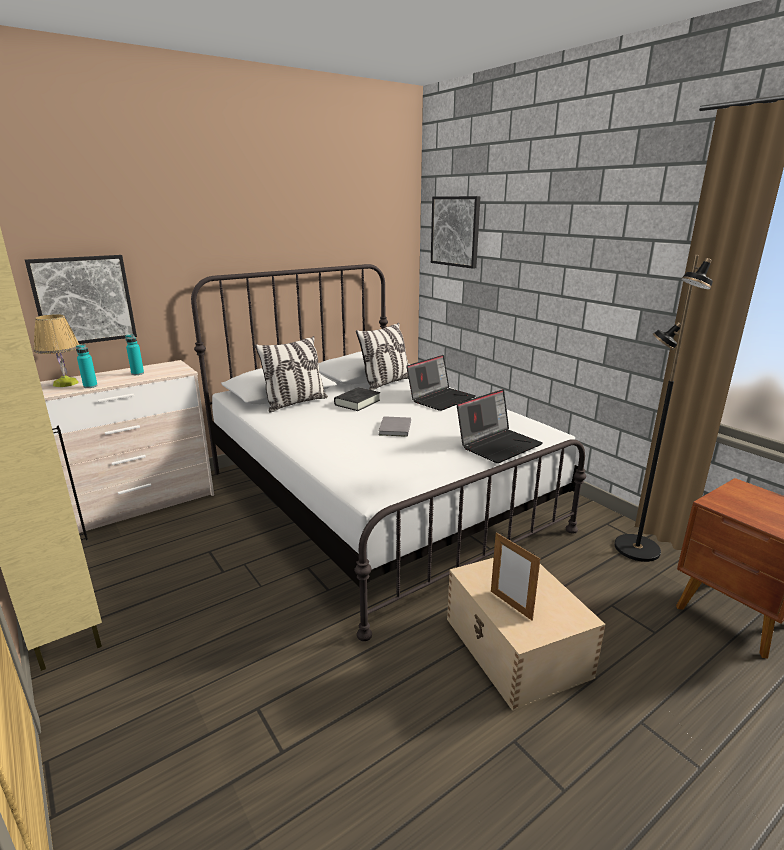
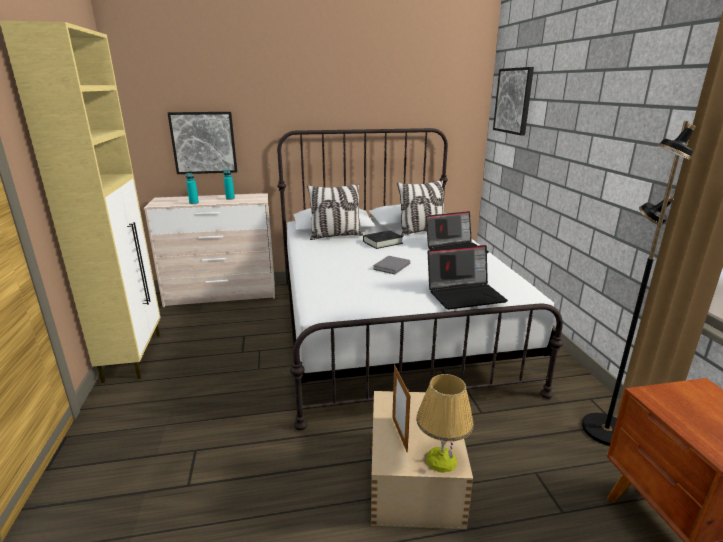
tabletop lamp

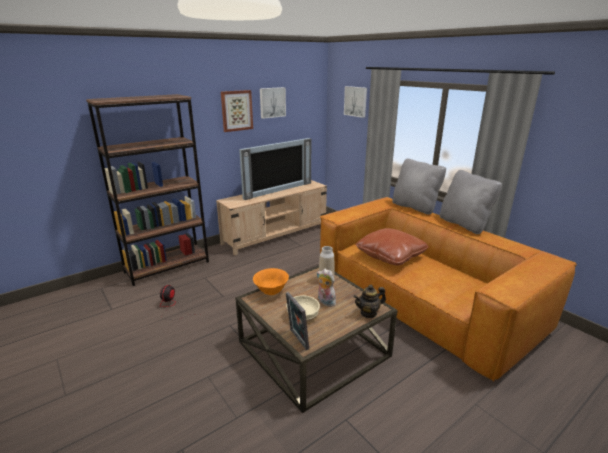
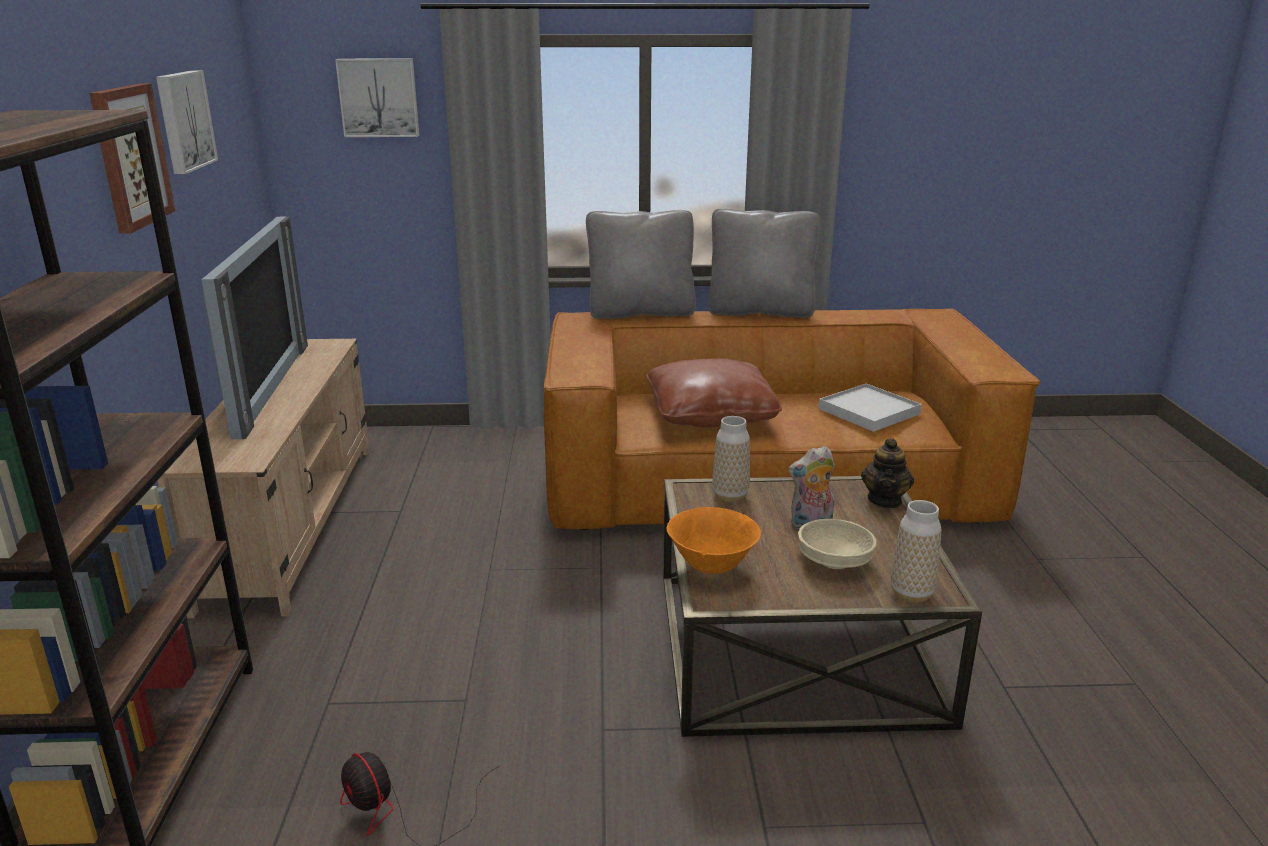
tray/white-coloured
flower vase (2nd from left)

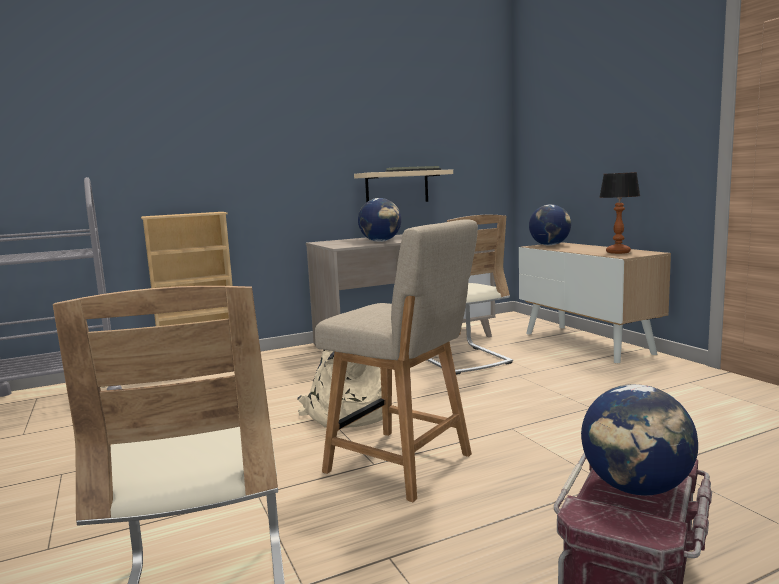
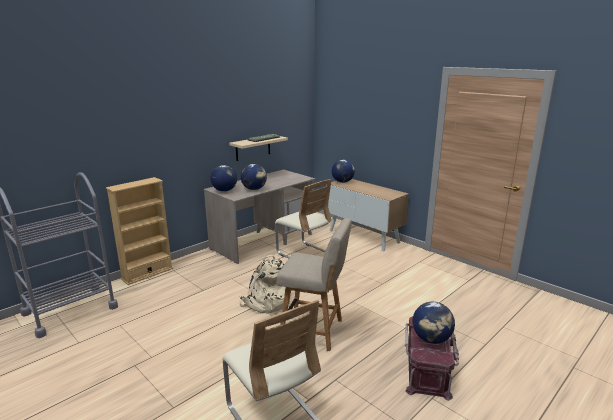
world globe (1st from left)
tabletop lamp

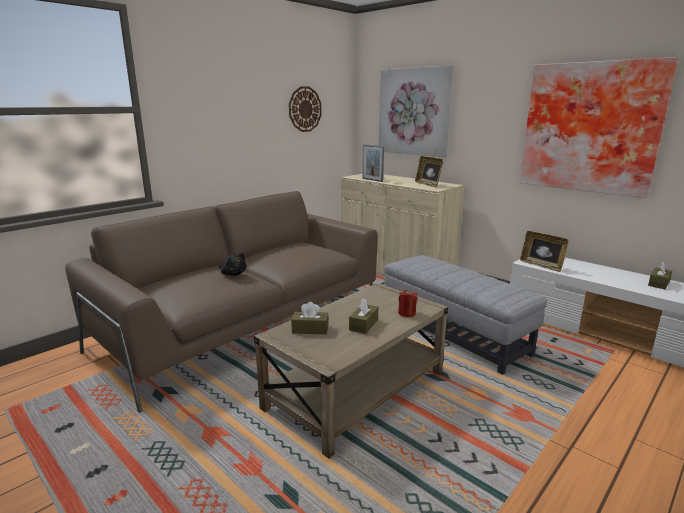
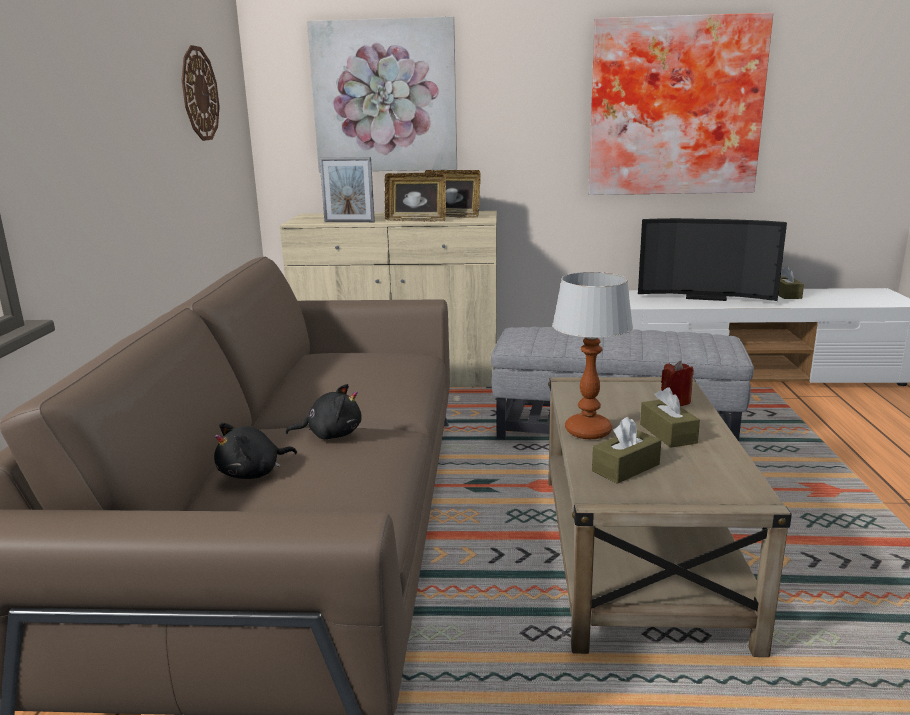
cuddly toy/black (1st from left)
standing frame (2nd from left)
tabletop lamp
television

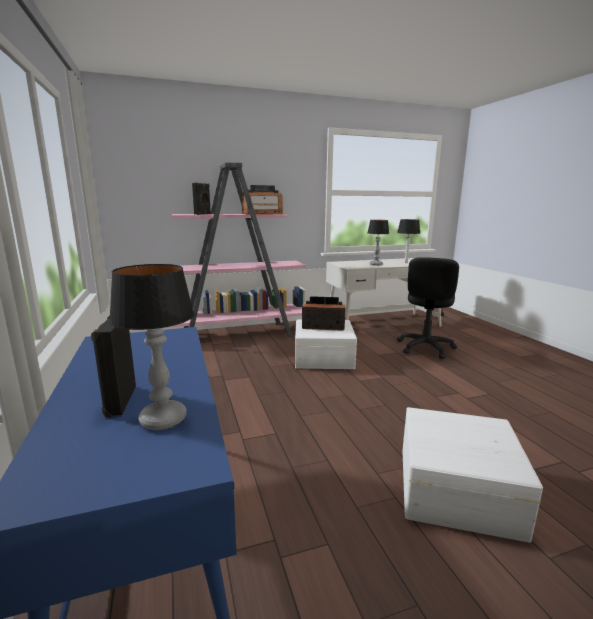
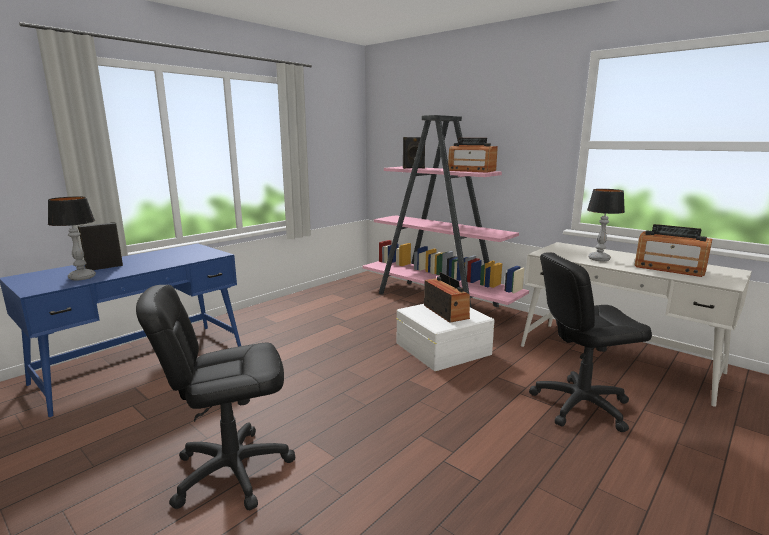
computer chair/black (1st from left)
radio set (3rd from left)

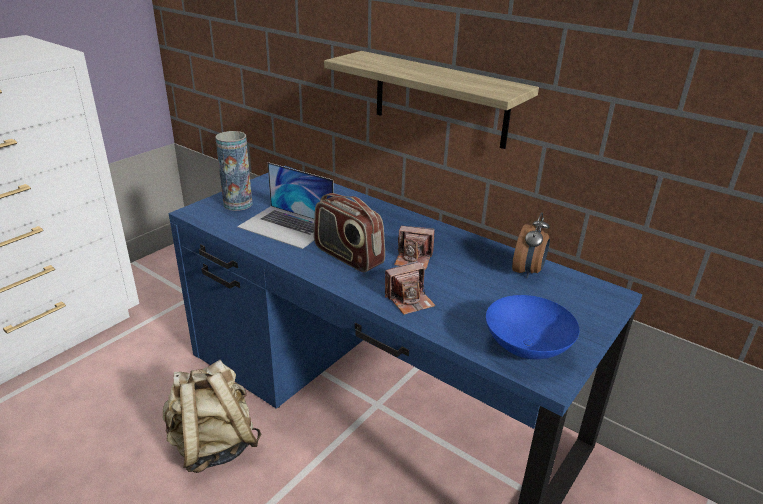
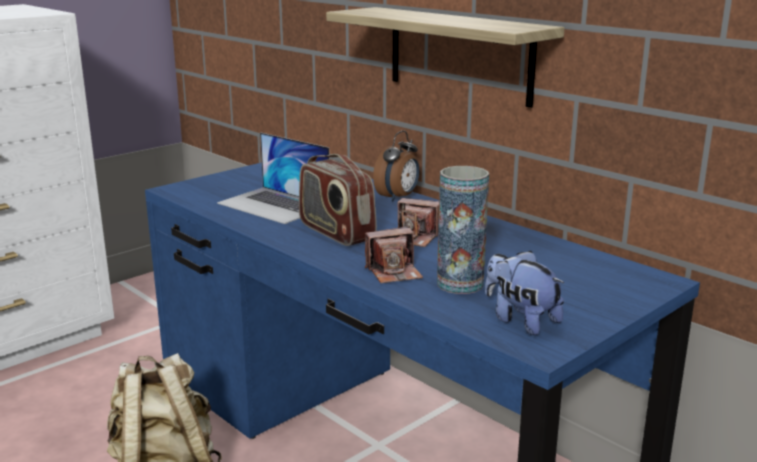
table clock
flower vase
cuddly toy

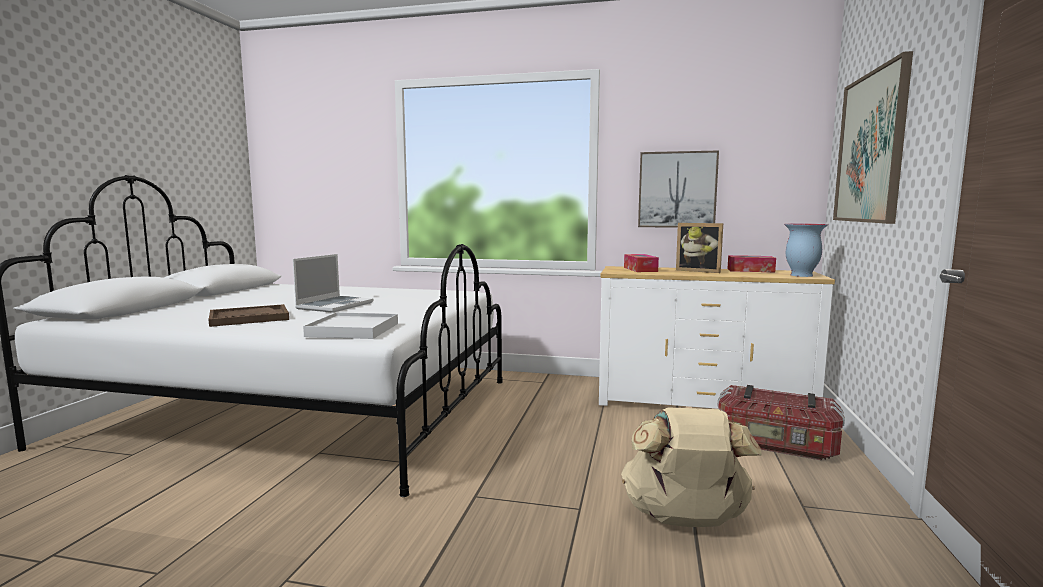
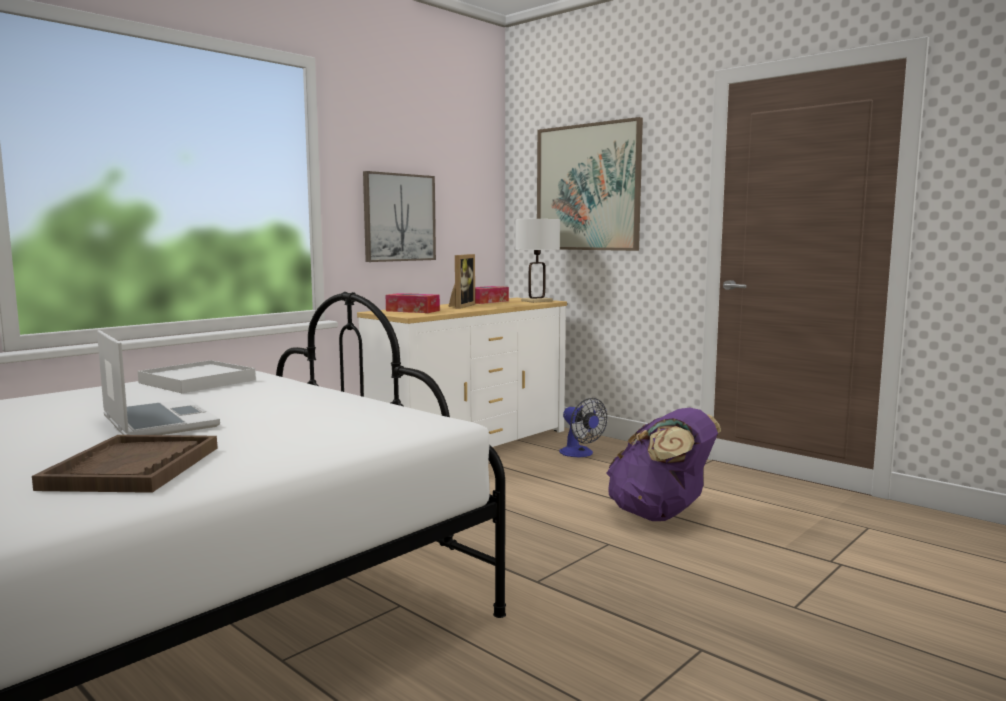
tray/white-coloured
standing frame
tabletop lamp/white-coloured
electric fan
rucksack/purplish

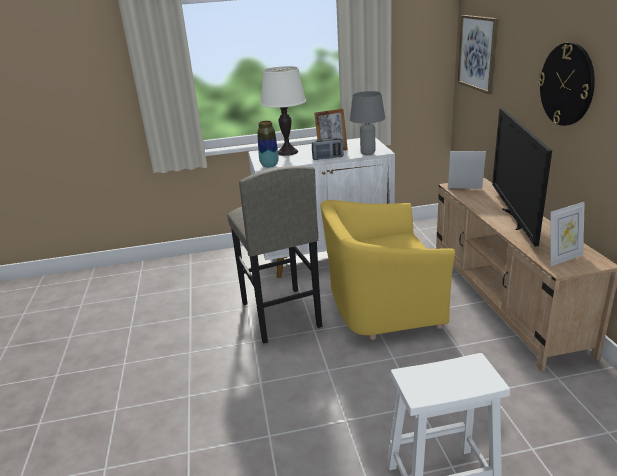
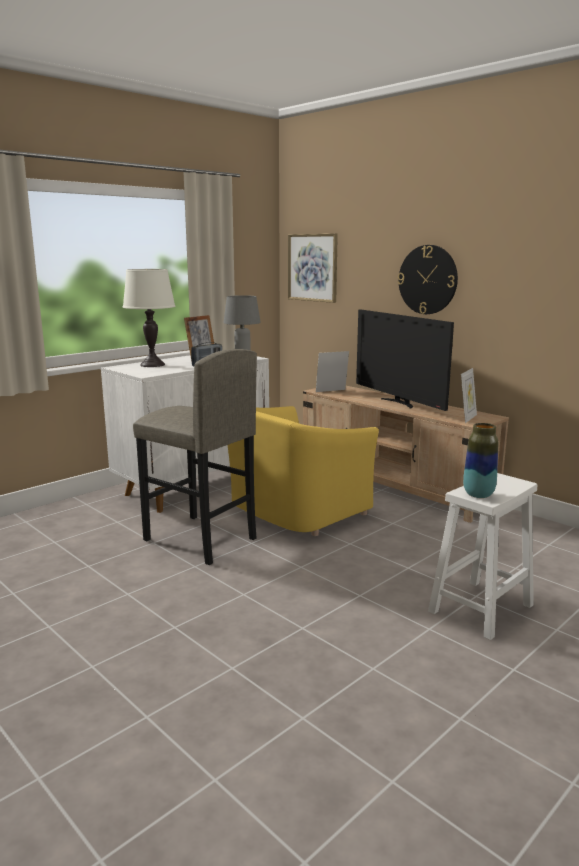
flower vase

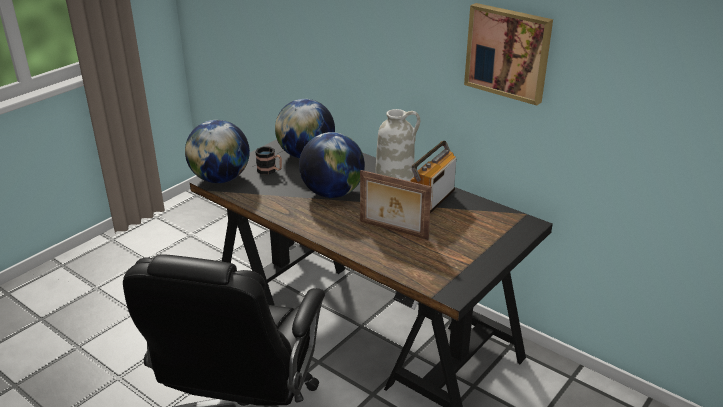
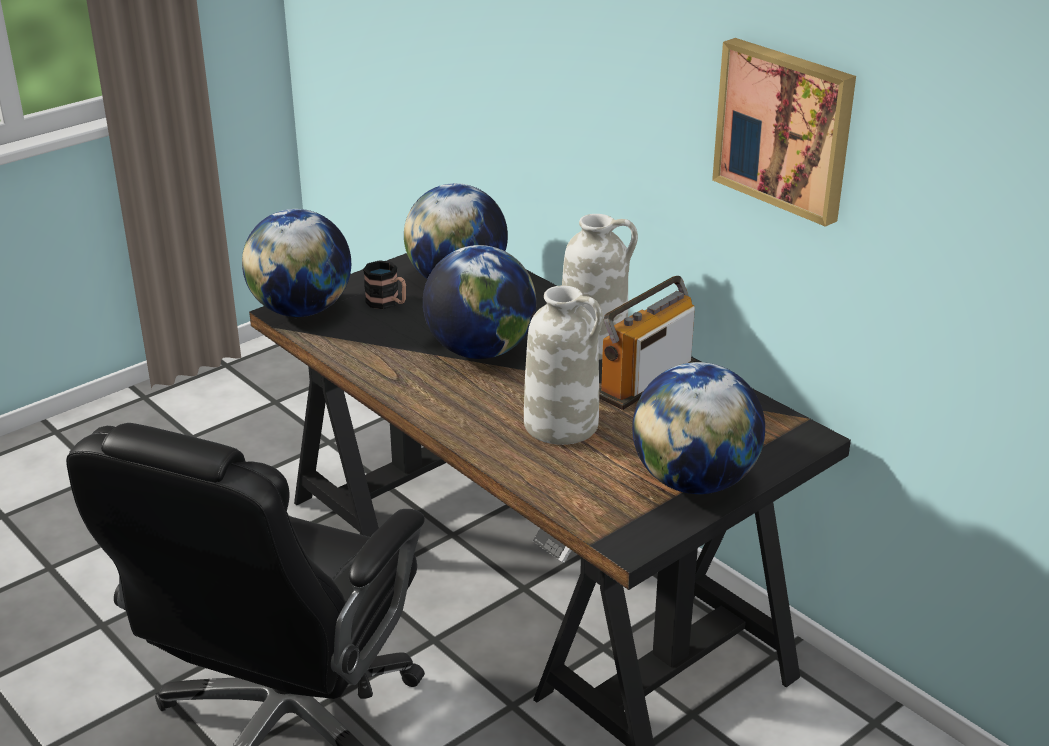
flower vase/white-coloured (1st from left)
world globe (4th from left)

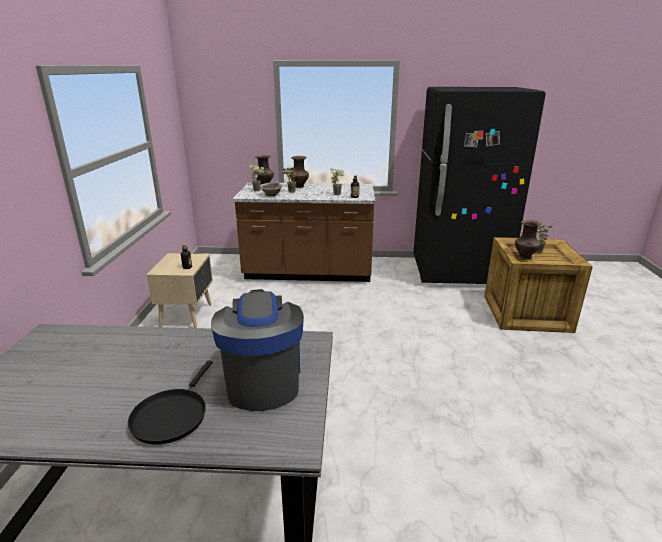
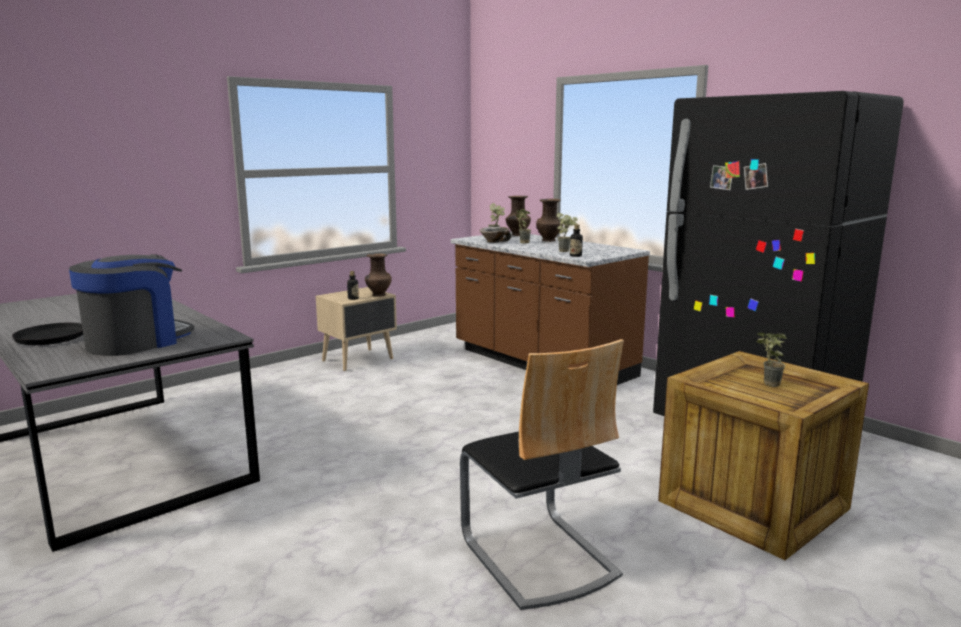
flower vase/brownish (1st from left)
chair

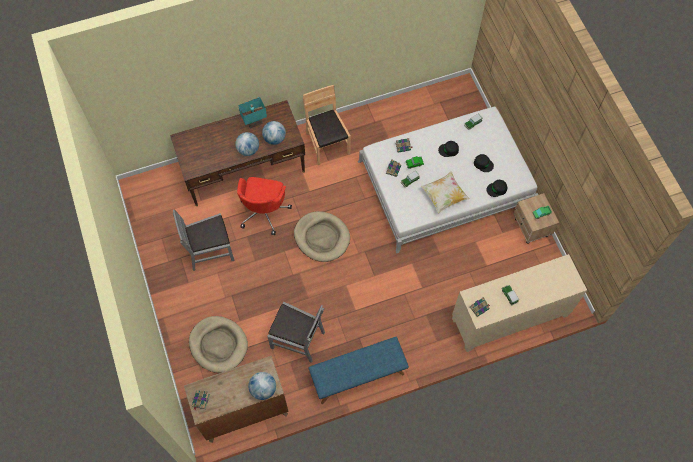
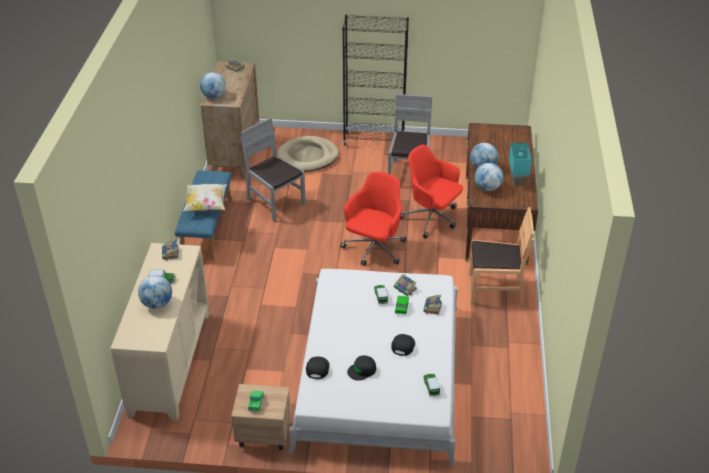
world globe (1st from left)
pillow
chair/gray (1st from left)
computer chair/reddish (1st from left)
shelving unit/black

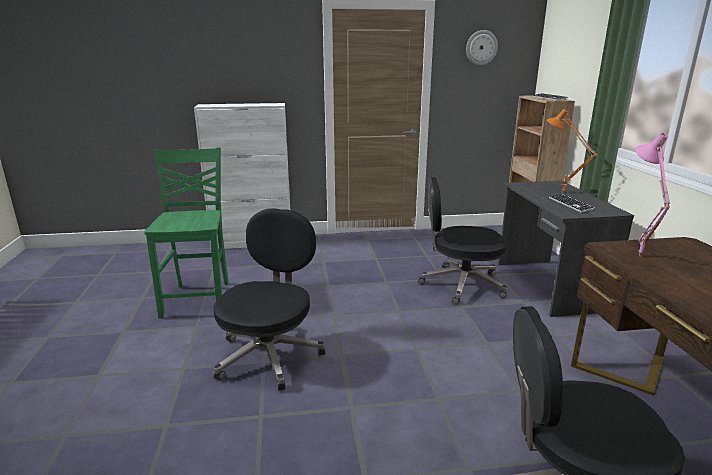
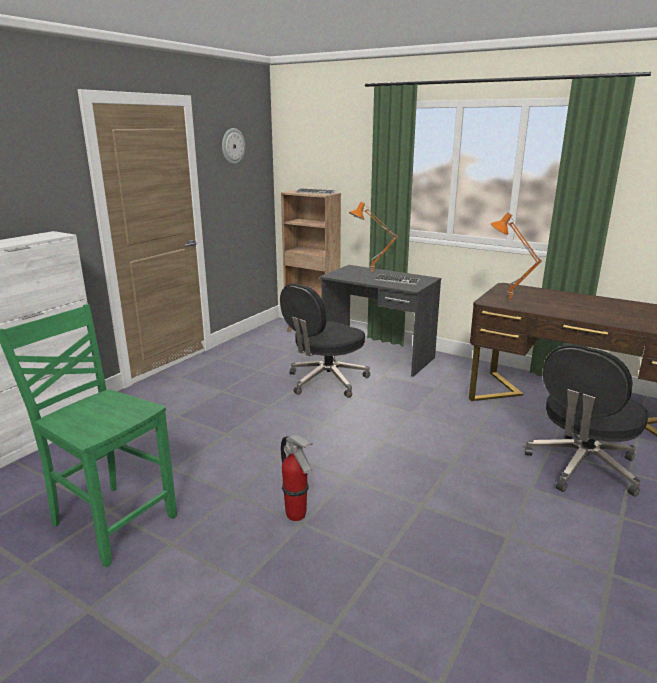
fire-fighting cylinder
tabletop lamp/orange (2nd from left)

